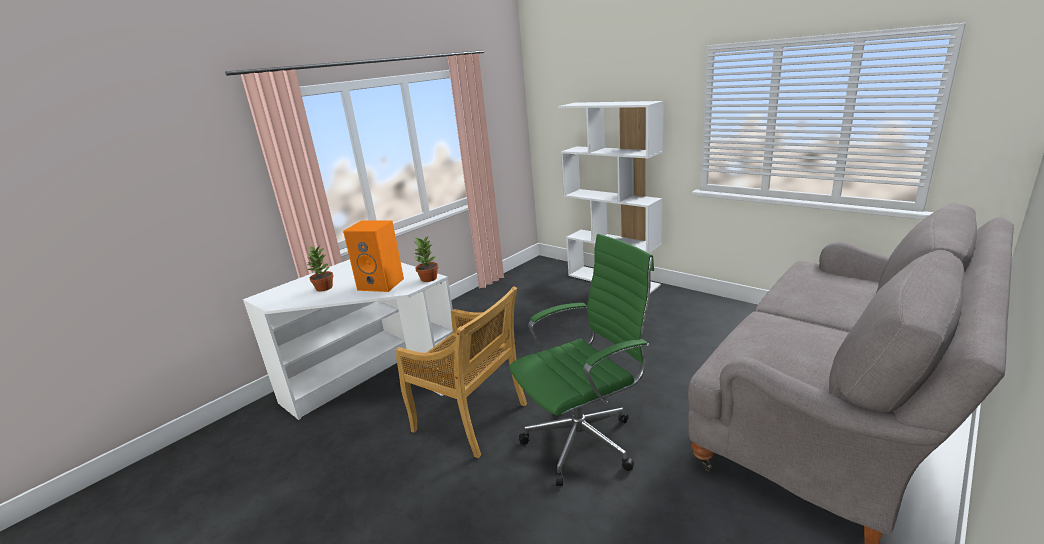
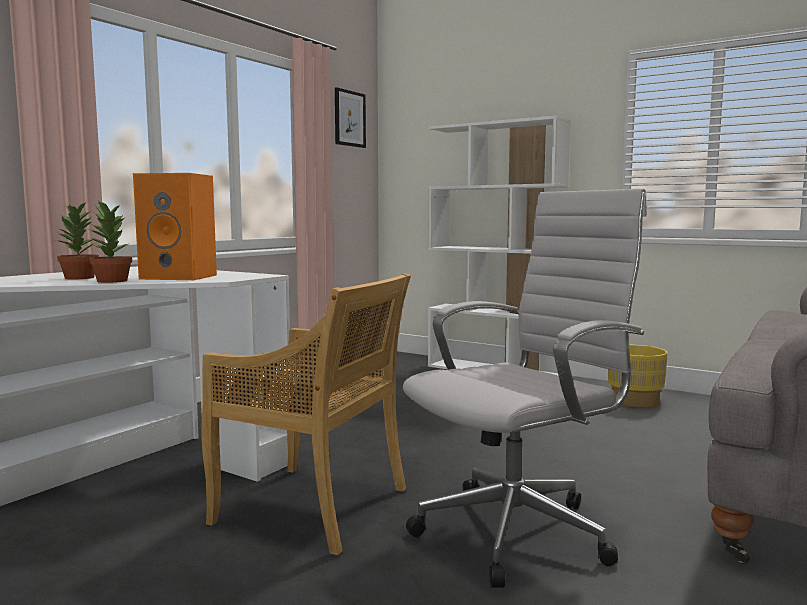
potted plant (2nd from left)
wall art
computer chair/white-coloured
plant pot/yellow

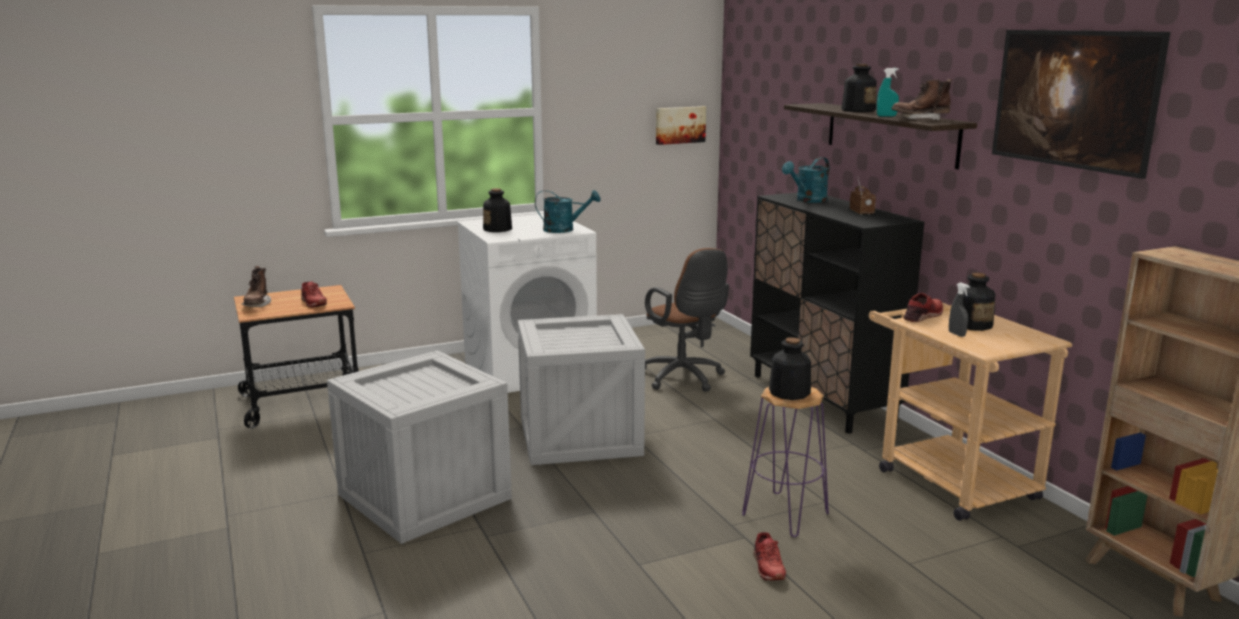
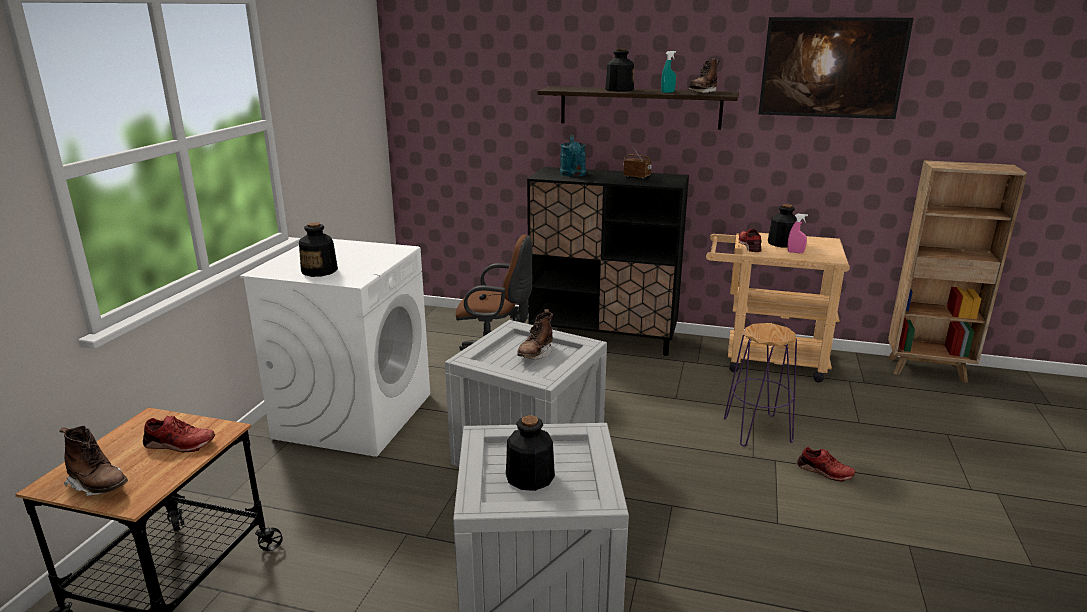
drink bottle (2nd from left)
tall boot/brownish (2nd from left)
sprayer/pinkish
sprinkling can/turquoise-coloured (1st from left in the first image)
wall art (1st from left in the first image)

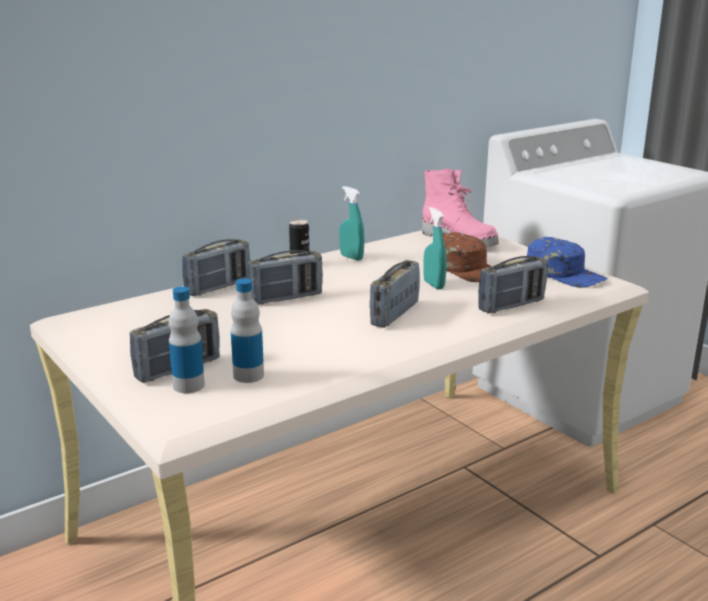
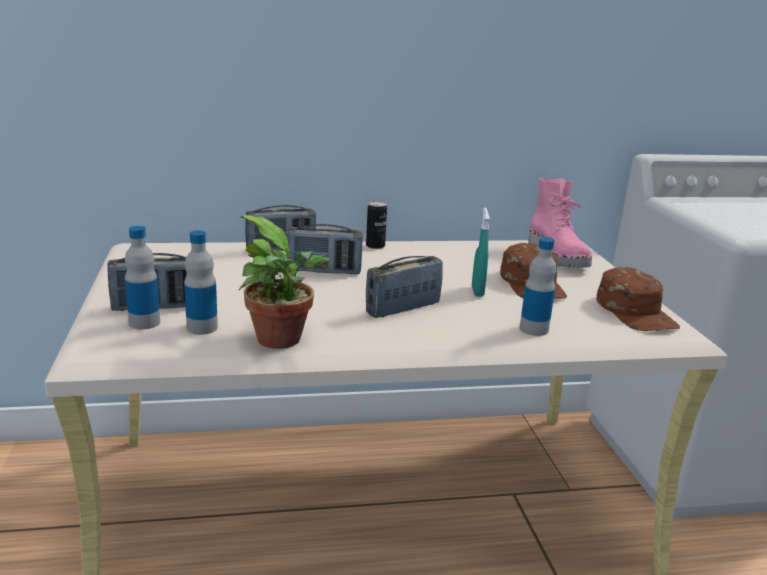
potted plant
drink bottle (3rd from left)
cap/brownish (2nd from left)
sprayer/turquoise-coloured (1st from left in the first image)

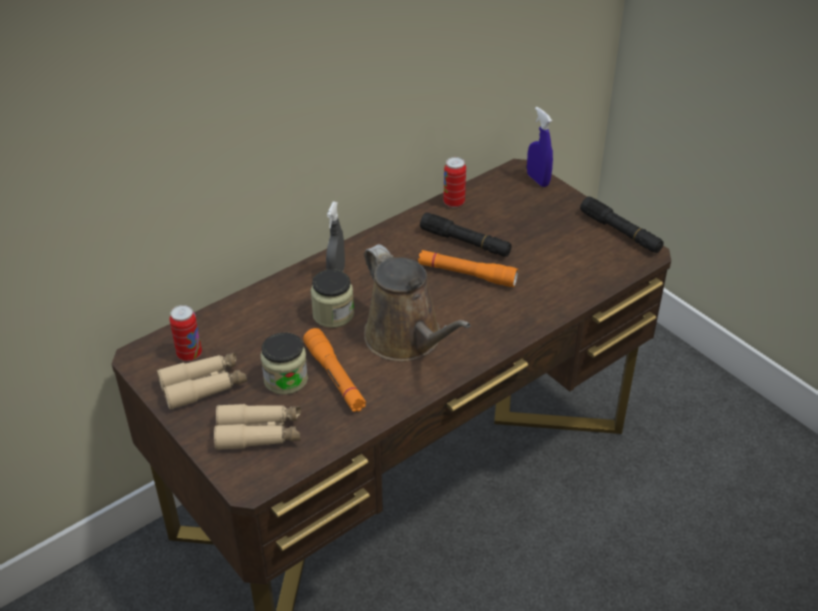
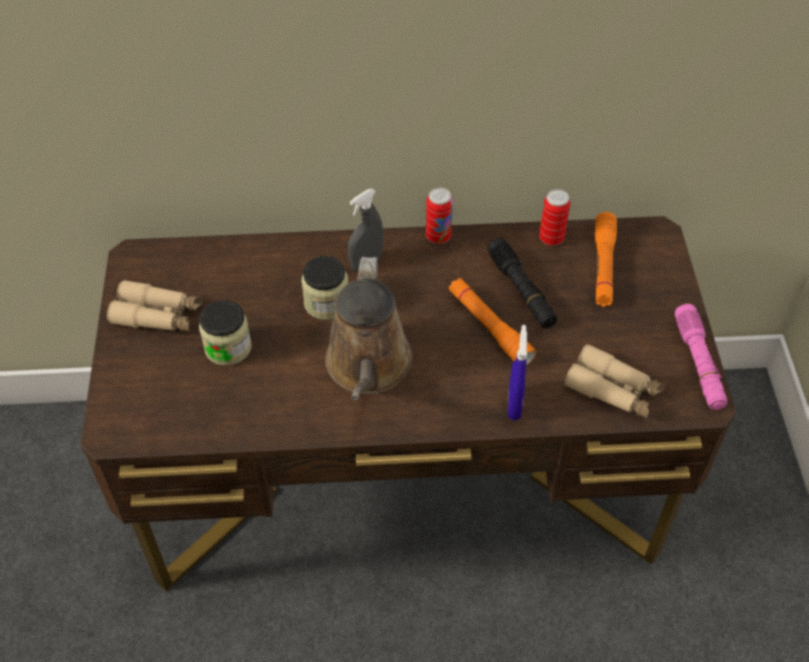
can (1st from left)
sprayer/bluish
binoculars/sand-coloured (2nd from left)
hand torch/orange (2nd from left)
hand torch/pinkish

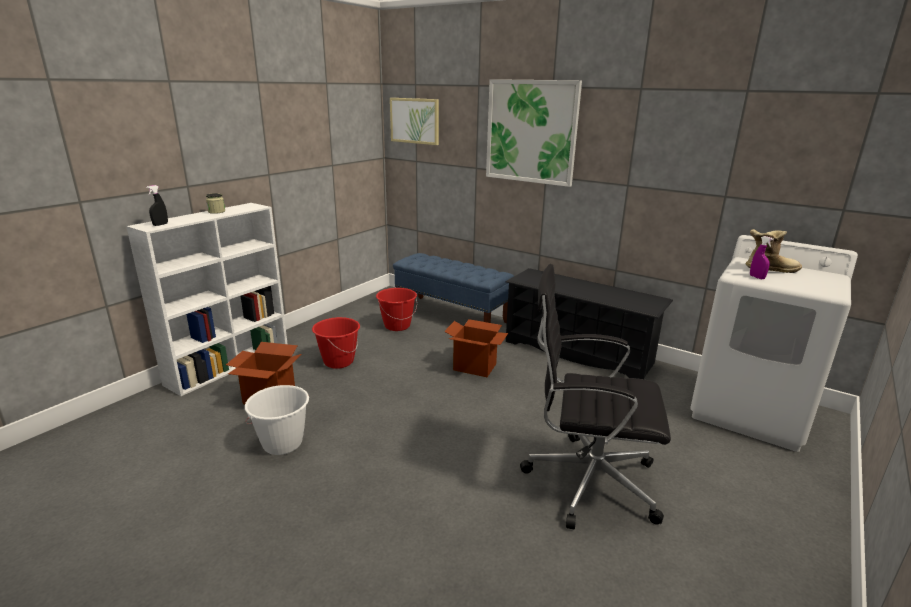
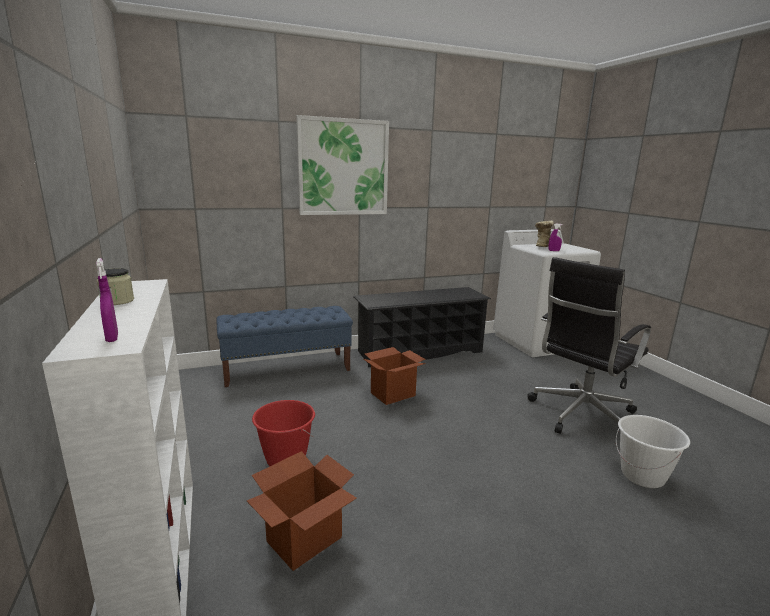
sprayer/purplish (1st from left)
water bucket/white-coloured
water bucket/reddish (2nd from left in the first image)
wall art (1st from left in the first image)

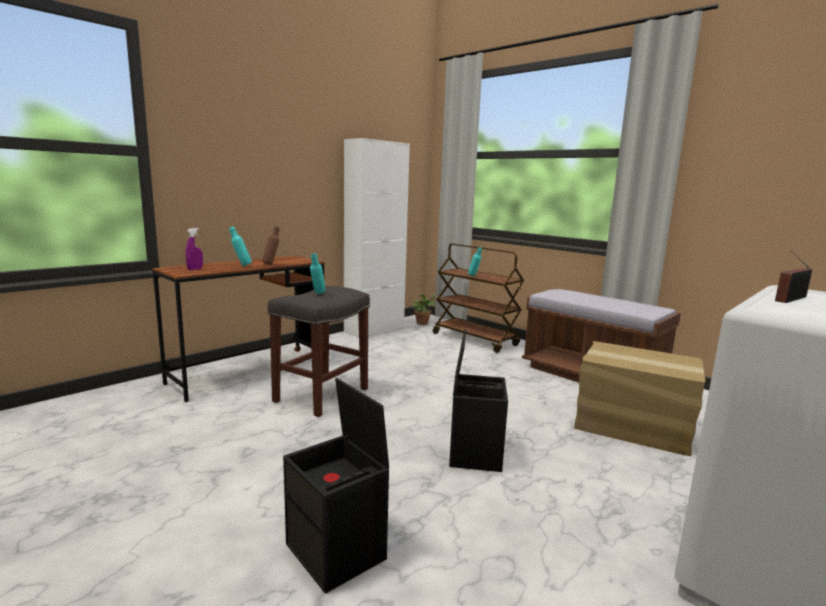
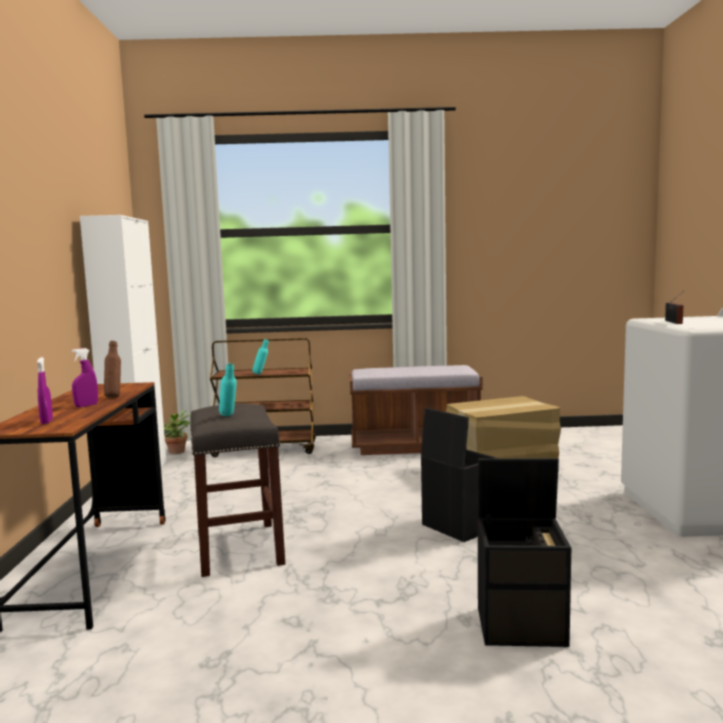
sprayer/purplish (2nd from left)

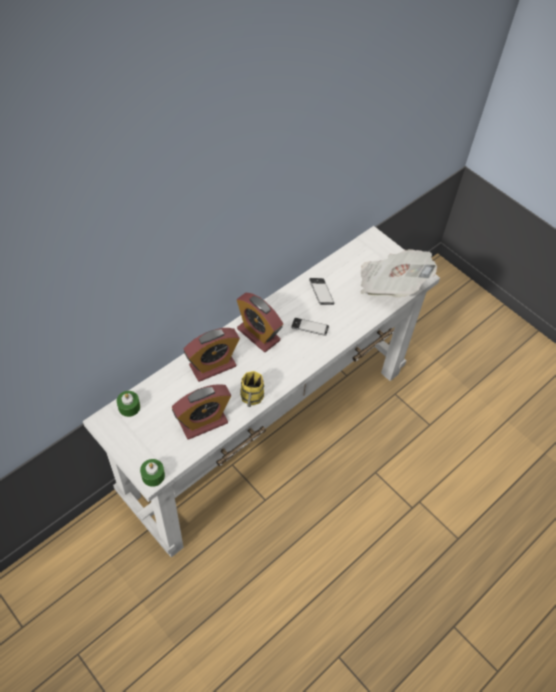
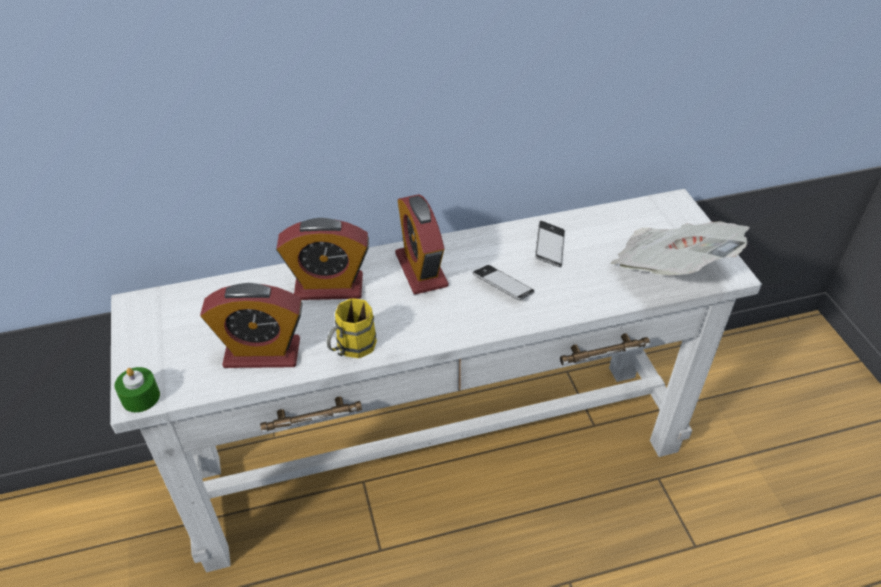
wax candle/green (1st from left in the first image)

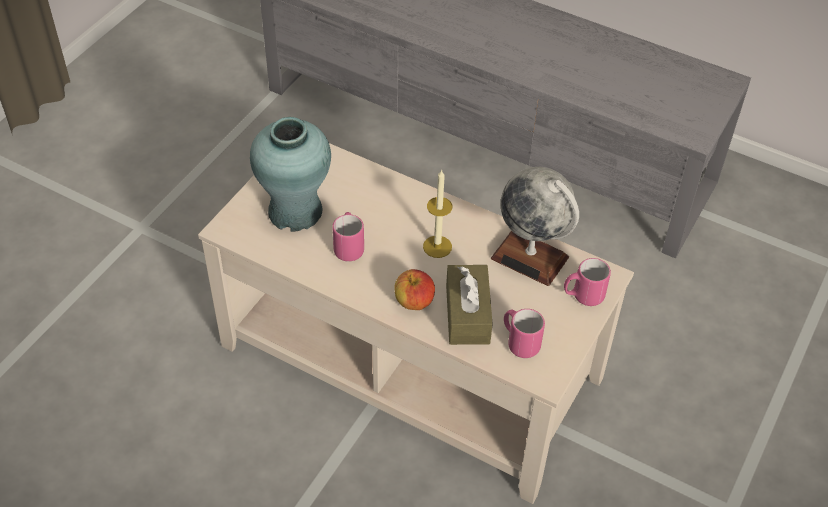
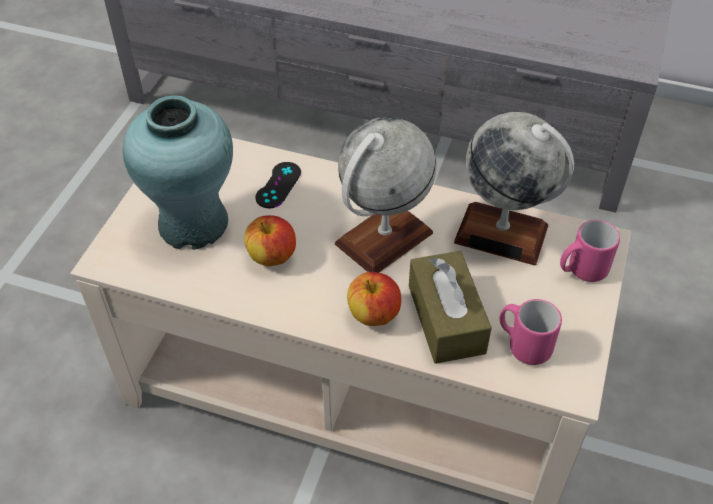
apple fruit (1st from left)
joypad/black
world globe (1st from left)

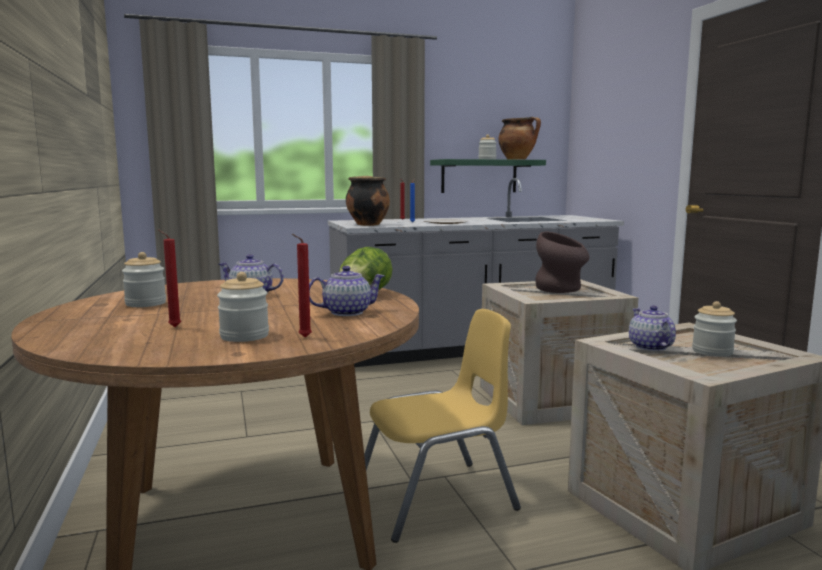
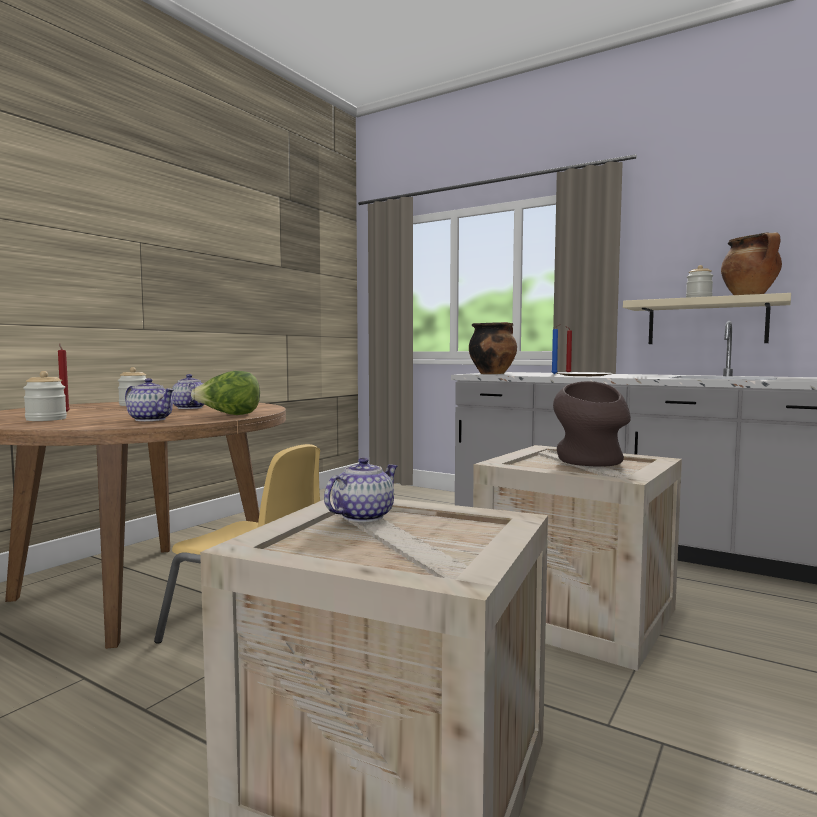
shelf/sand-coloured
wax candle/reddish (2nd from left in the first image)
jar (4th from left in the first image)

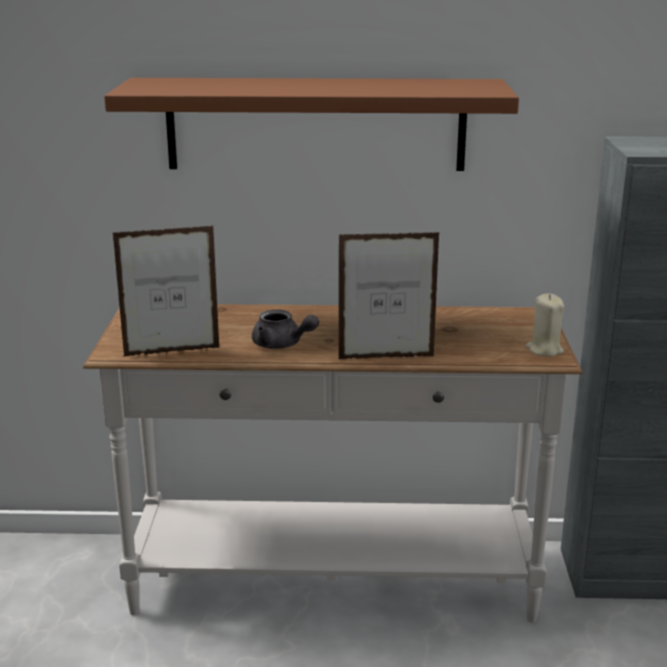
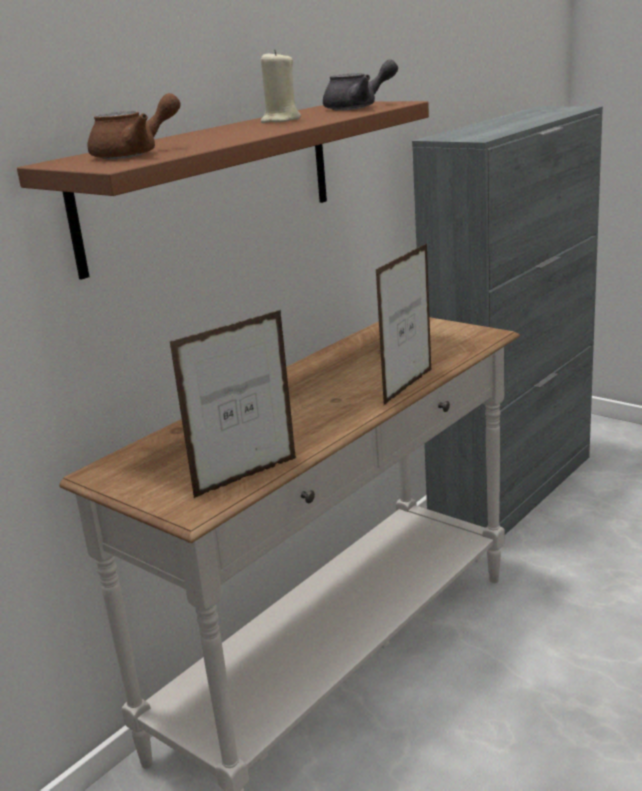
pot for tea/brownish
standing frame (1st from left)
wax candle/sand-coloured
pot for tea/gray

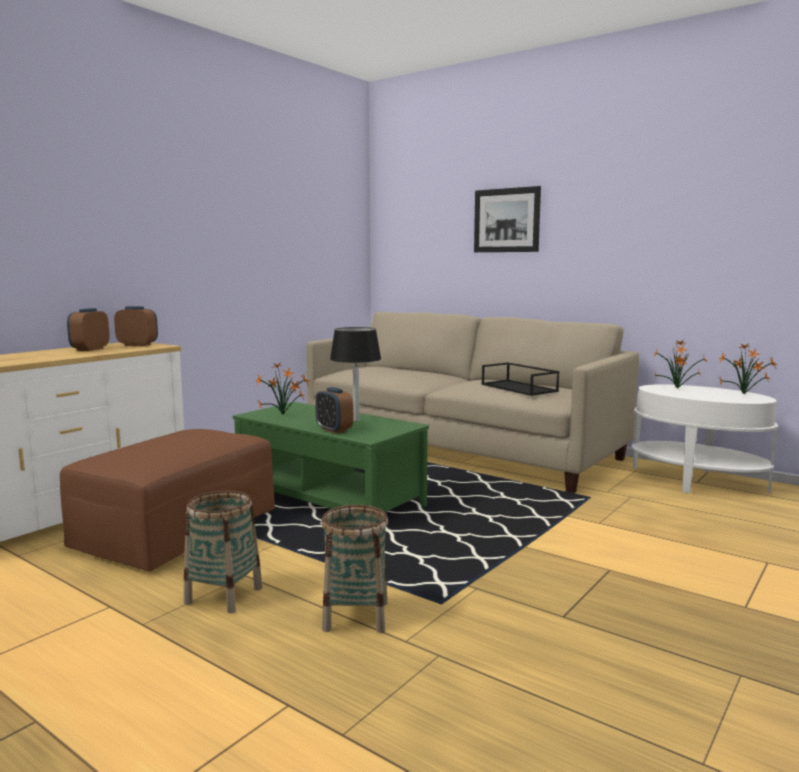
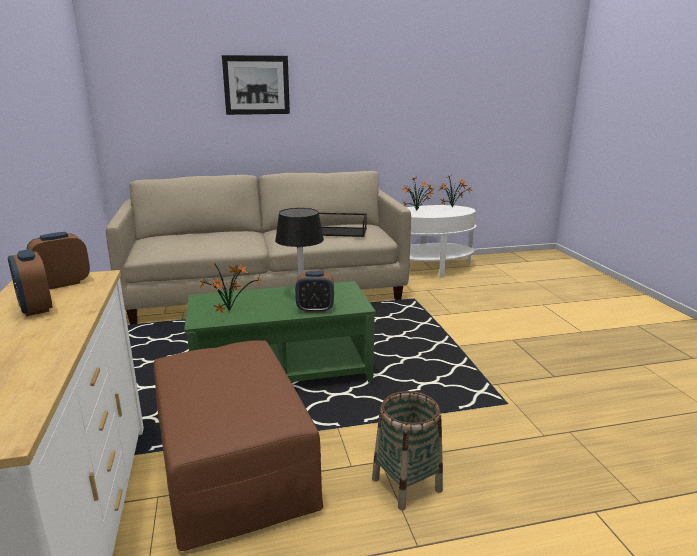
household basket (2nd from left in the first image)

